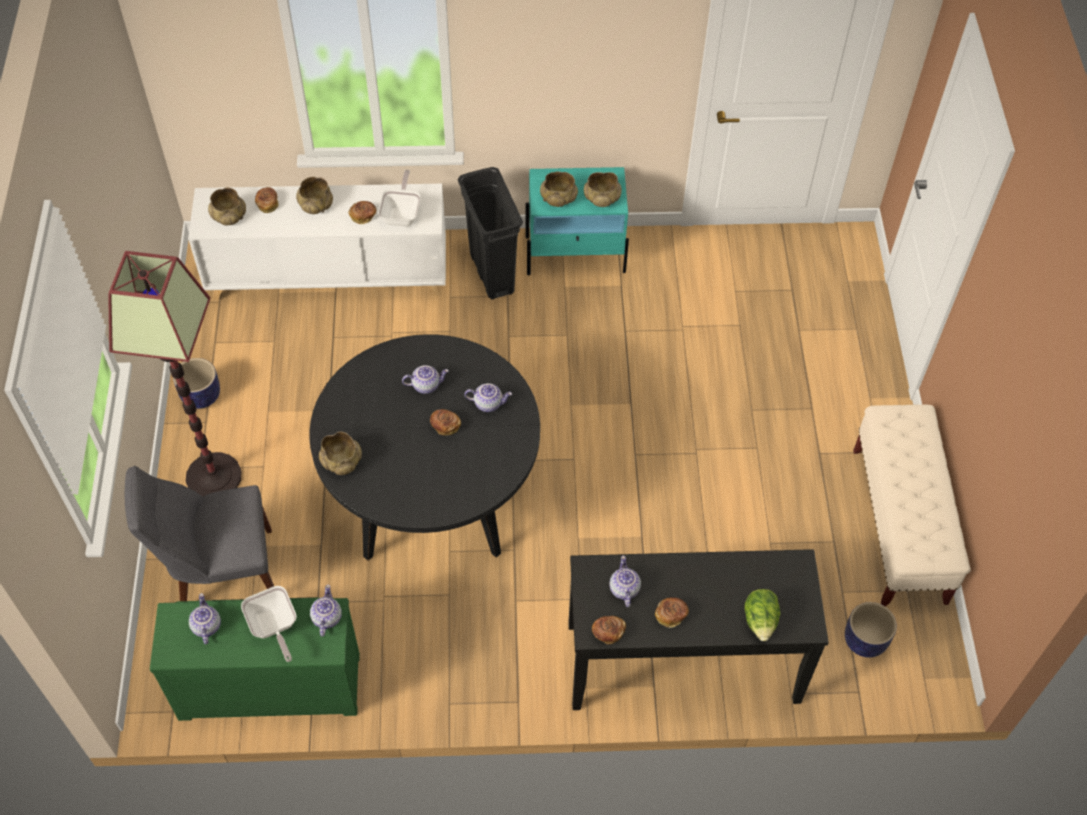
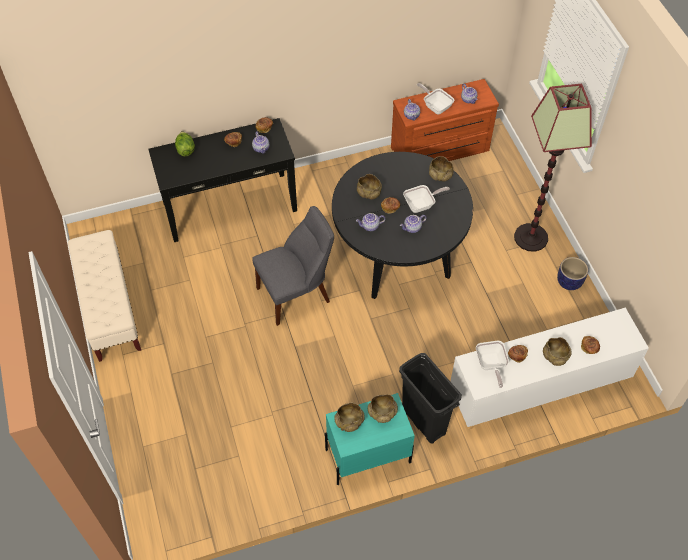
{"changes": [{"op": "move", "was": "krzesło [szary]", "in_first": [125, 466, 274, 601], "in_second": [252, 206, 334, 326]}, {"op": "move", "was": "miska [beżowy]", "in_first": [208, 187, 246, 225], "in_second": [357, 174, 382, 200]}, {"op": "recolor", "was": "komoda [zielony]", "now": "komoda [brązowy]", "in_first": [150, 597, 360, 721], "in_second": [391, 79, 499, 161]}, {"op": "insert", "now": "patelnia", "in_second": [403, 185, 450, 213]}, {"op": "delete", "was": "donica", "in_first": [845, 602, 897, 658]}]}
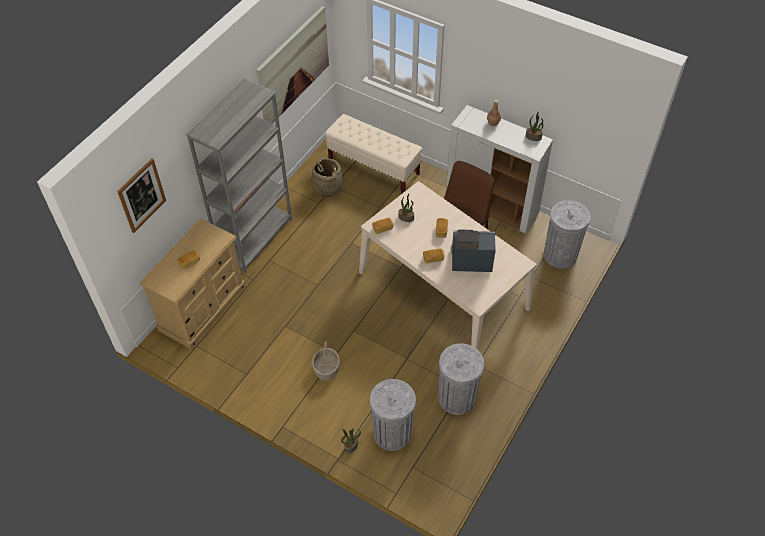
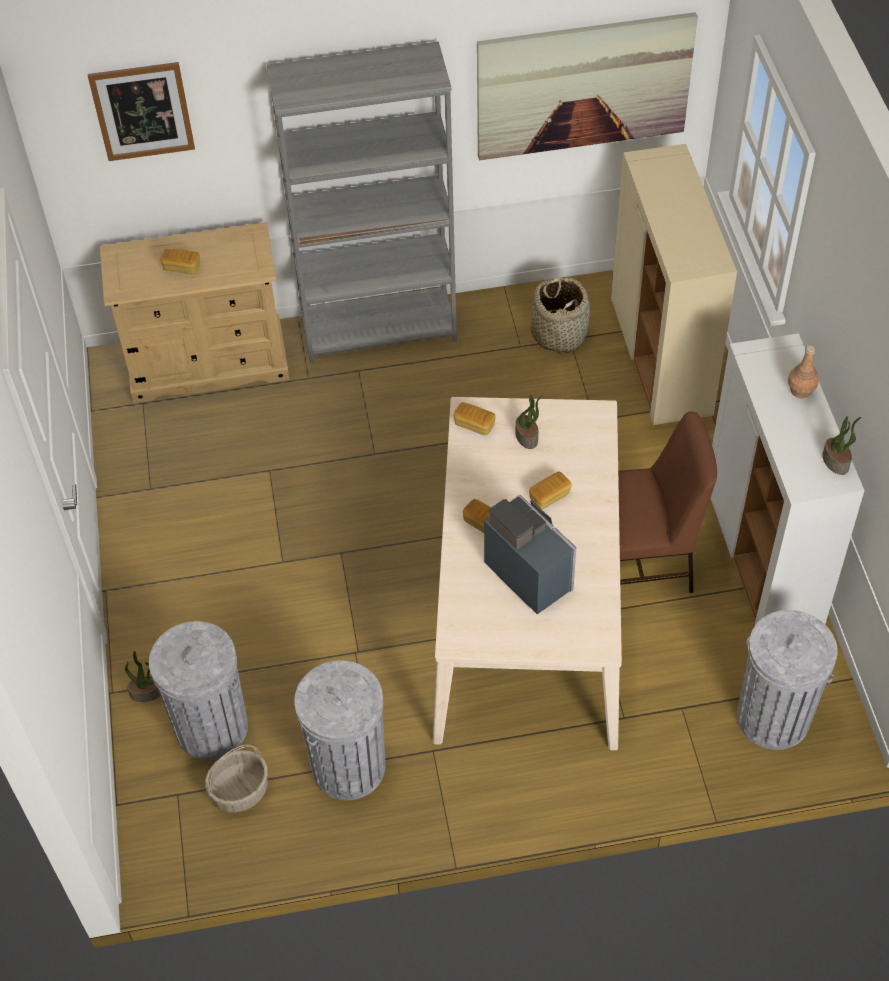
{"changes": [{"op": "move", "was": "koszyk", "in_first": [312, 341, 340, 380], "in_second": [205, 744, 268, 812]}, {"op": "replace", "was": "ławka [beżowy]", "now": "szafka [beżowy]", "in_first": [325, 114, 422, 193], "in_second": [611, 144, 737, 425]}]}
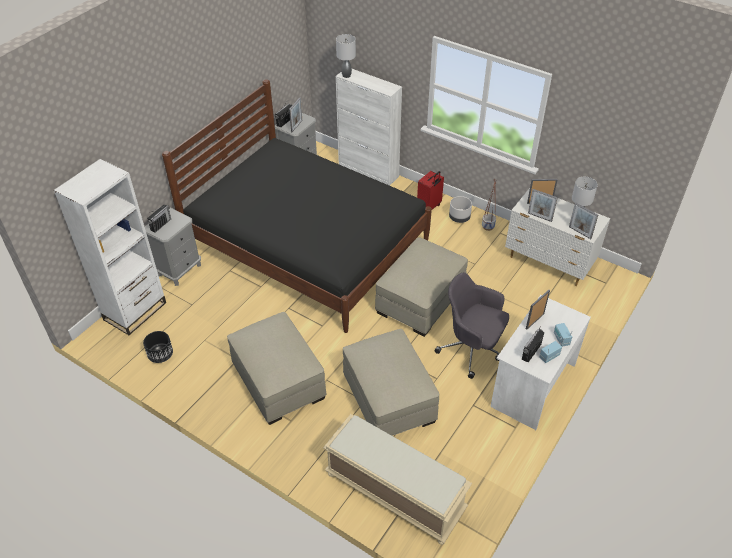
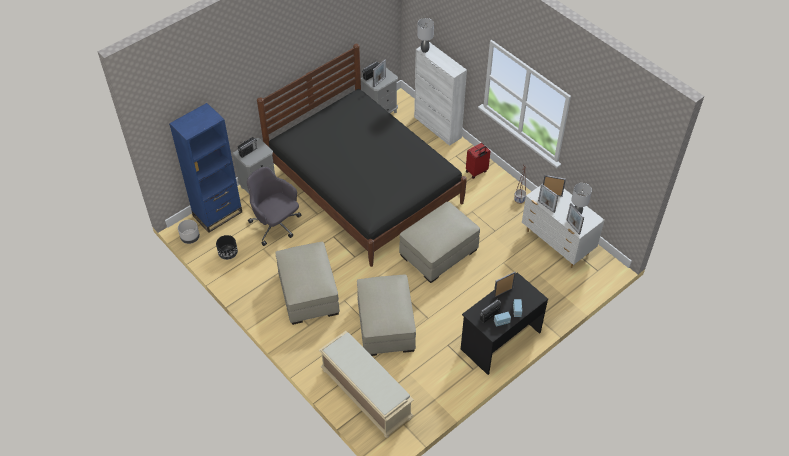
{"changes": [{"op": "recolor", "was": "regał [biały]", "now": "regał [niebieski]", "in_first": [54, 159, 166, 335], "in_second": [169, 103, 242, 233]}, {"op": "move", "was": "donica [szary]", "in_first": [449, 196, 472, 223], "in_second": [178, 220, 200, 244]}, {"op": "move", "was": "krzesło biurowe [szary]", "in_first": [435, 272, 509, 379], "in_second": [247, 167, 301, 246]}, {"op": "recolor", "was": "biurko [biały]", "now": "biurko [czarny]", "in_first": [490, 295, 591, 430], "in_second": [461, 272, 548, 375]}]}
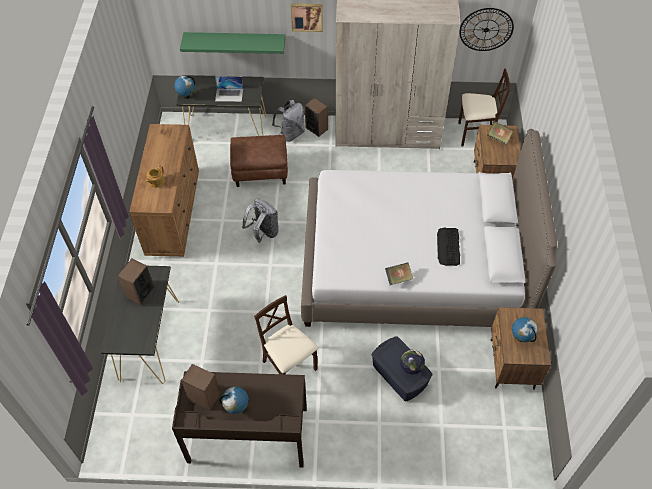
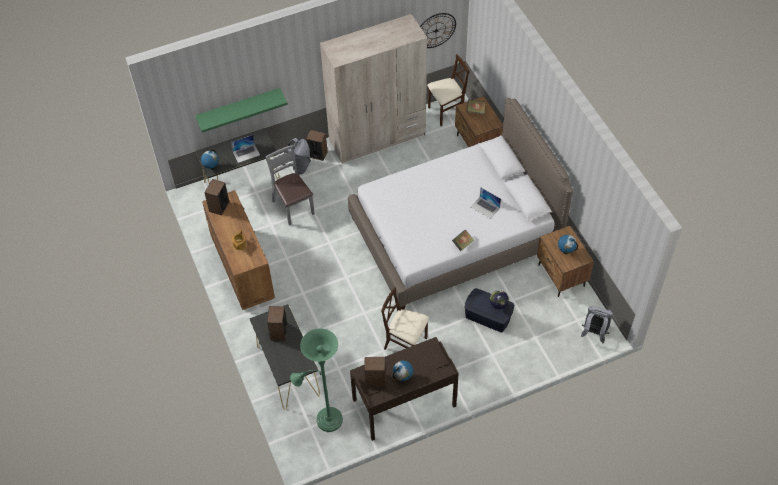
{"changes": [{"op": "insert", "now": "głośnik", "in_second": [204, 179, 229, 215]}, {"op": "replace", "was": "pufa [brązowy]", "now": "krzesło [szary]", "in_first": [230, 135, 288, 187], "in_second": [265, 145, 315, 226]}, {"op": "insert", "now": "lampa stojąca [zielony]", "in_second": [290, 328, 343, 432]}, {"op": "replace", "was": "klawiatura", "now": "laptop", "in_first": [437, 228, 460, 266], "in_second": [471, 187, 501, 219]}, {"op": "move", "was": "plecak [szary]", "in_first": [242, 198, 279, 243], "in_second": [581, 306, 613, 343]}, {"op": "delete", "was": "obraz", "in_first": [291, 3, 323, 32]}]}
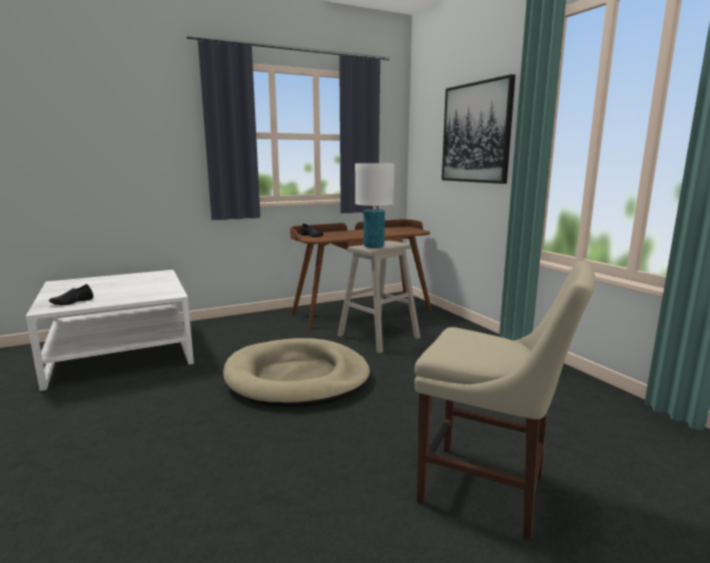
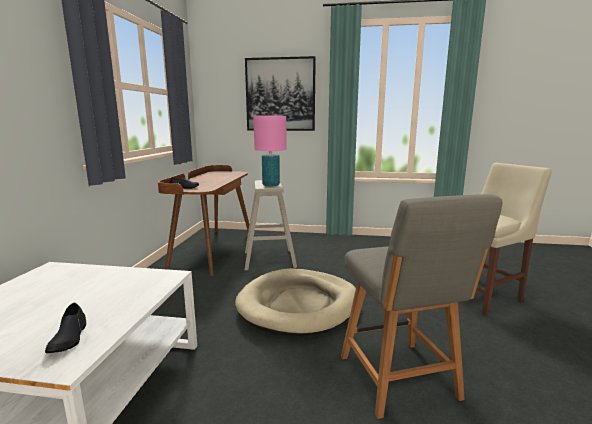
{"changes": [{"op": "recolor", "was": "lampa stołowa [biały]", "now": "lampa stołowa [różowy]", "in_first": [355, 163, 394, 248], "in_second": [253, 116, 286, 186]}, {"op": "insert", "now": "krzesło [szary]", "in_second": [341, 194, 502, 419]}]}
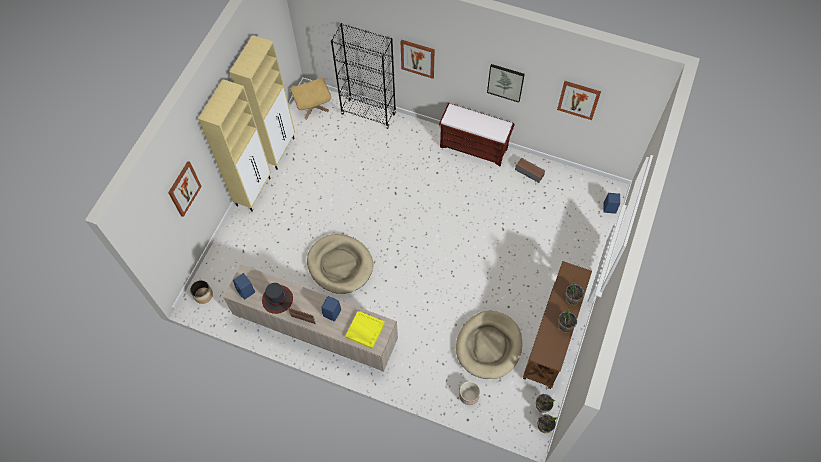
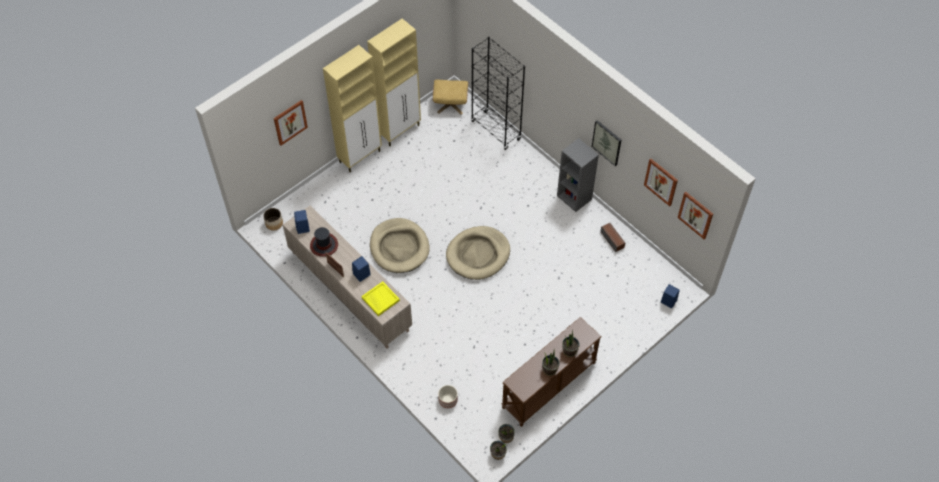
{"changes": [{"op": "move", "was": "legowisko [beżowy]", "in_first": [456, 311, 522, 379], "in_second": [446, 226, 510, 280]}, {"op": "replace", "was": "ławka [brązowy]", "now": "regał [szary]", "in_first": [439, 103, 515, 166], "in_second": [557, 138, 599, 212]}, {"op": "move", "was": "obraz", "in_first": [400, 39, 435, 79], "in_second": [677, 192, 713, 239]}]}
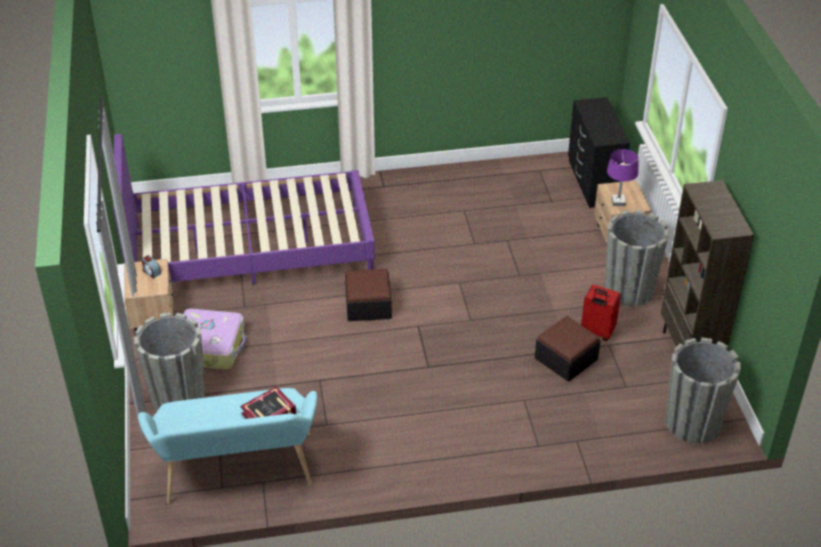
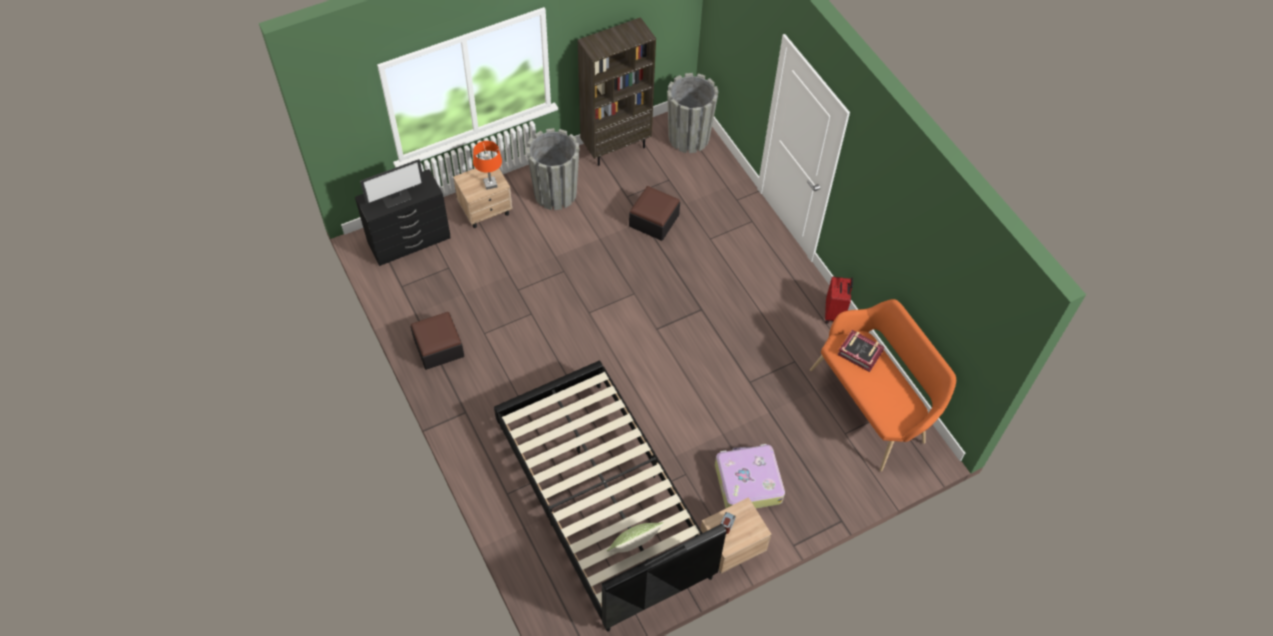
{"changes": [{"op": "insert", "now": "monitor", "in_second": [360, 159, 424, 208]}, {"op": "move", "was": "pufa", "in_first": [345, 269, 392, 321], "in_second": [410, 312, 464, 370]}, {"op": "recolor", "was": "lampa stołowa [fioletowy]", "now": "lampa stołowa [pomarańczowy]", "in_first": [607, 149, 639, 206], "in_second": [473, 141, 502, 190]}, {"op": "recolor", "was": "łóżko [fioletowy]", "now": "łóżko [czarny]", "in_first": [113, 134, 375, 284], "in_second": [494, 361, 726, 632]}, {"op": "insert", "now": "poduszka", "in_second": [607, 522, 664, 552]}, {"op": "recolor", "was": "ławka [turkusowy]", "now": "ławka [pomarańczowy]", "in_first": [138, 388, 317, 505], "in_second": [810, 299, 956, 472]}, {"op": "move", "was": "walizka [czerwony]", "in_first": [581, 285, 621, 341], "in_second": [825, 277, 853, 324]}, {"op": "delete", "was": "donica [szary]", "in_first": [134, 313, 205, 411]}]}
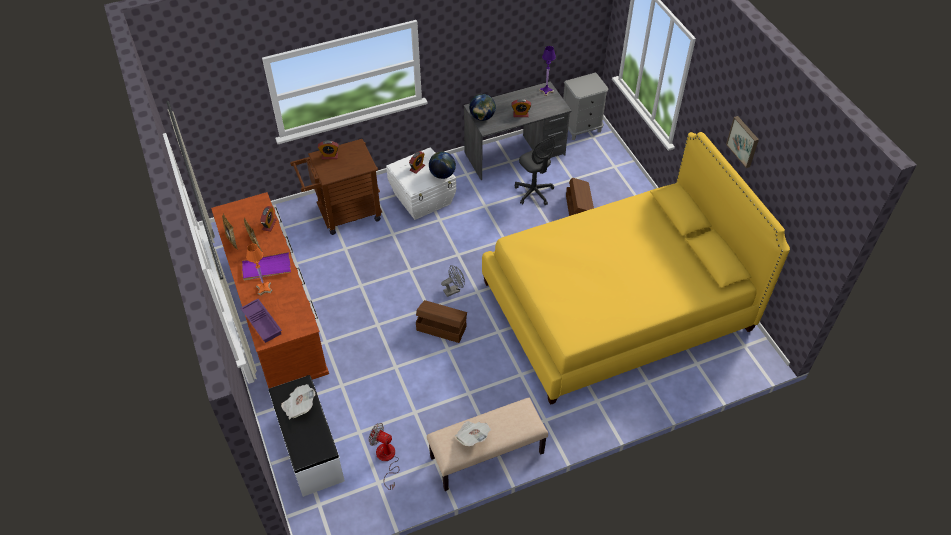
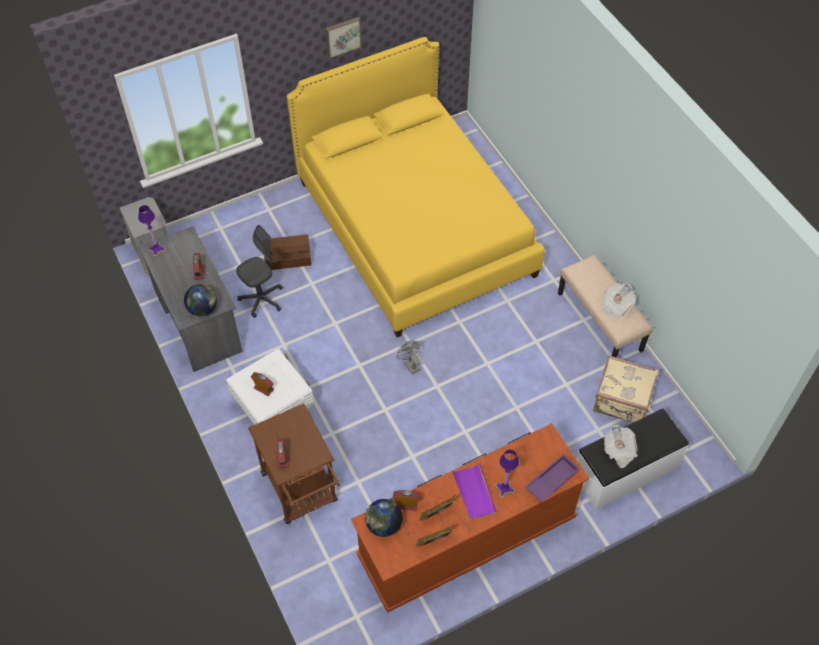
{"changes": [{"op": "move", "was": "globus", "in_first": [429, 152, 456, 179], "in_second": [365, 499, 403, 537]}, {"op": "recolor", "was": "lampa stołowa [pomarańczowy]", "now": "lampa stołowa [fioletowy]", "in_first": [246, 244, 272, 296], "in_second": [495, 450, 519, 498]}, {"op": "replace", "was": "wentylator", "now": "walizka [beżowy]", "in_first": [369, 423, 399, 490], "in_second": [593, 356, 659, 423]}, {"op": "delete", "was": "pojemnik do przechowywania [brązowy]", "in_first": [416, 300, 467, 343]}]}
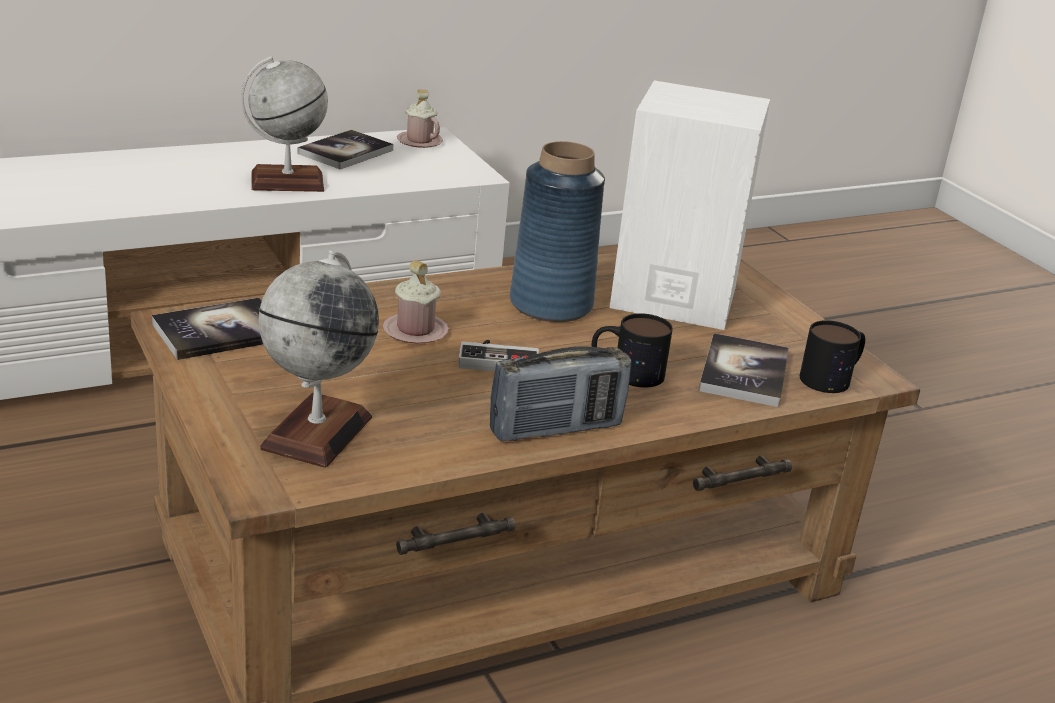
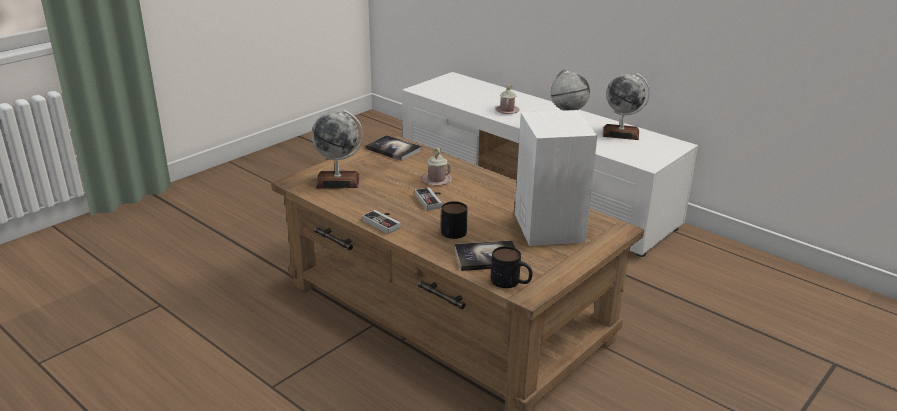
{"changes": [{"op": "replace", "was": "radio", "now": "pad do gier", "in_first": [490, 346, 631, 442], "in_second": [362, 210, 401, 234]}, {"op": "move", "was": "kubek [różowy]", "in_first": [397, 89, 443, 148], "in_second": [496, 84, 519, 114]}, {"op": "replace", "was": "książka", "now": "globus", "in_first": [298, 130, 393, 169], "in_second": [603, 73, 650, 140]}, {"op": "delete", "was": "wazon [niebieski]", "in_first": [510, 141, 605, 322]}]}
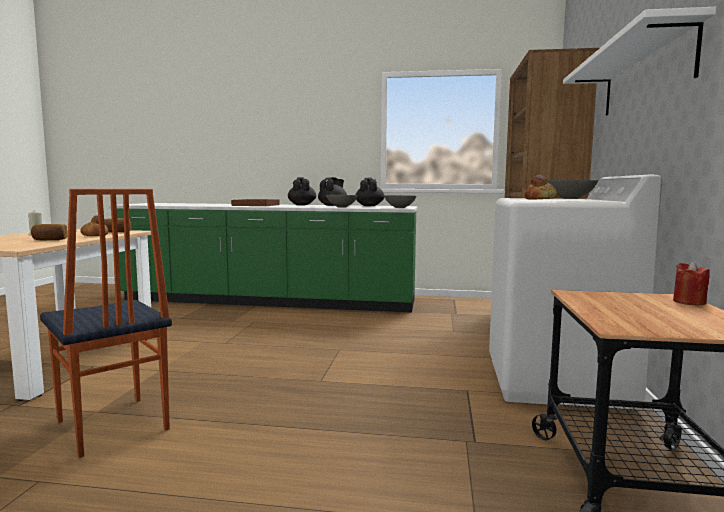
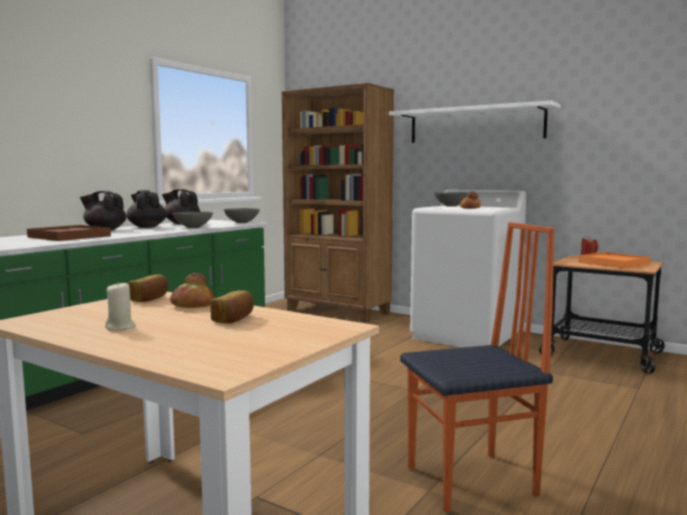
{"changes": [{"op": "insert", "now": "taca [pomarańczowy]", "in_second": [578, 252, 651, 269]}]}
